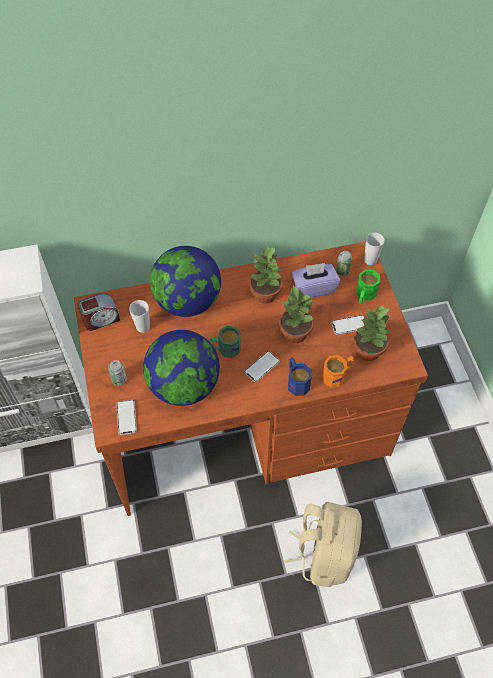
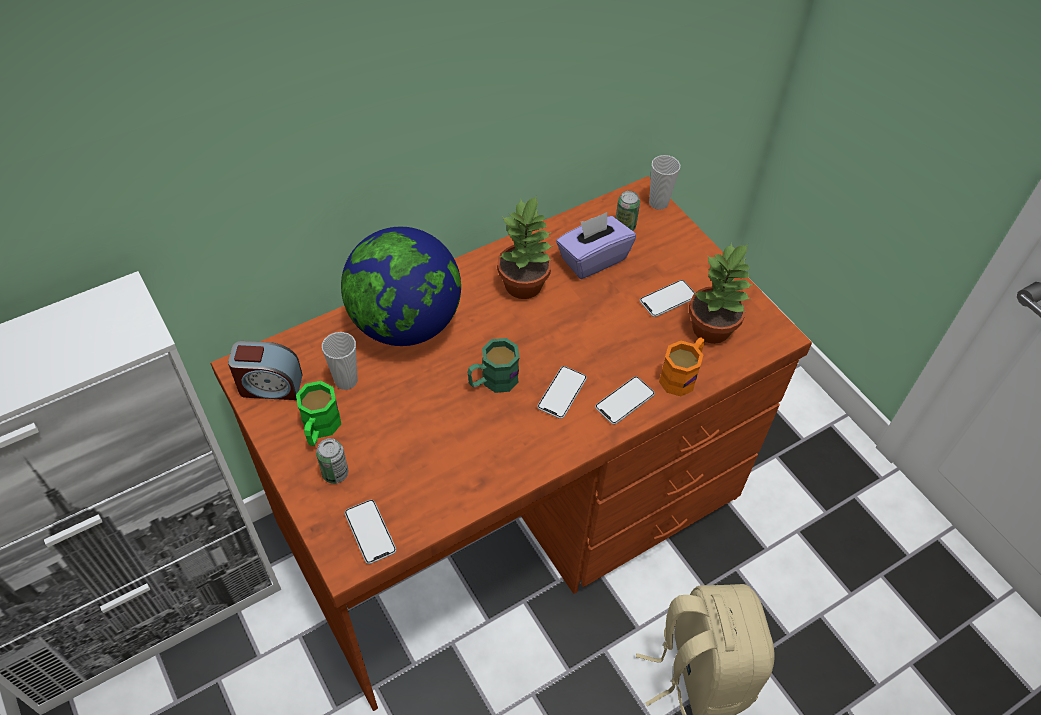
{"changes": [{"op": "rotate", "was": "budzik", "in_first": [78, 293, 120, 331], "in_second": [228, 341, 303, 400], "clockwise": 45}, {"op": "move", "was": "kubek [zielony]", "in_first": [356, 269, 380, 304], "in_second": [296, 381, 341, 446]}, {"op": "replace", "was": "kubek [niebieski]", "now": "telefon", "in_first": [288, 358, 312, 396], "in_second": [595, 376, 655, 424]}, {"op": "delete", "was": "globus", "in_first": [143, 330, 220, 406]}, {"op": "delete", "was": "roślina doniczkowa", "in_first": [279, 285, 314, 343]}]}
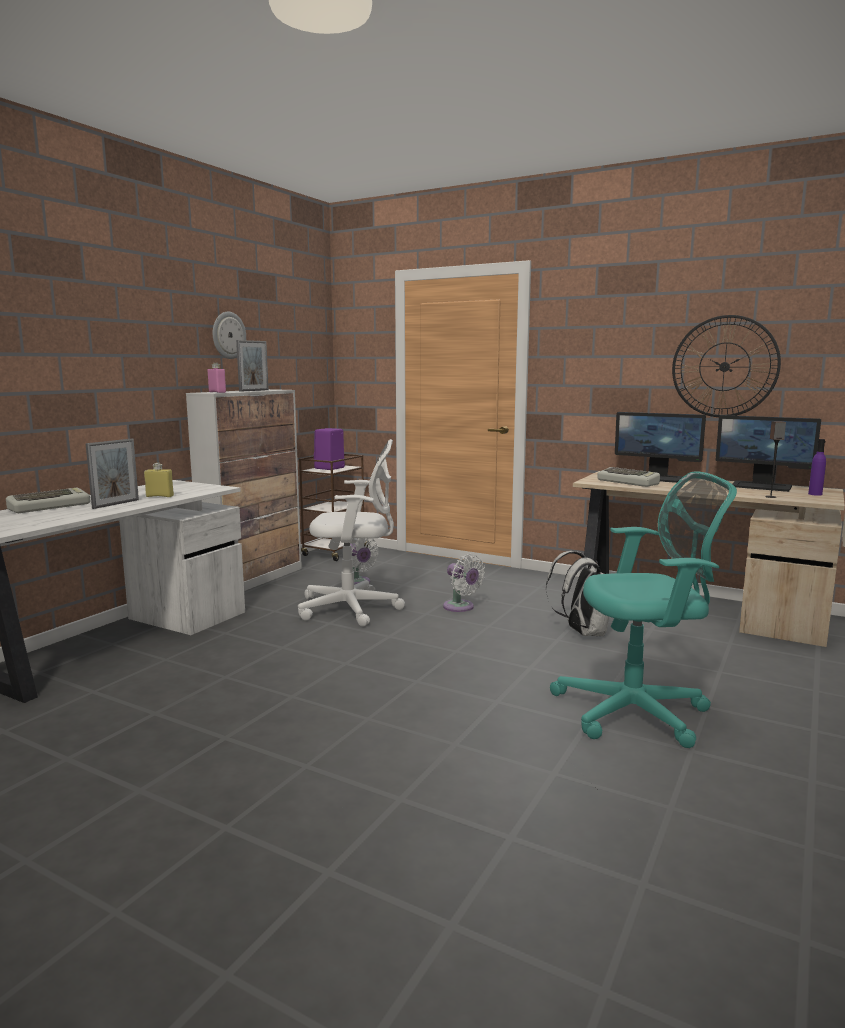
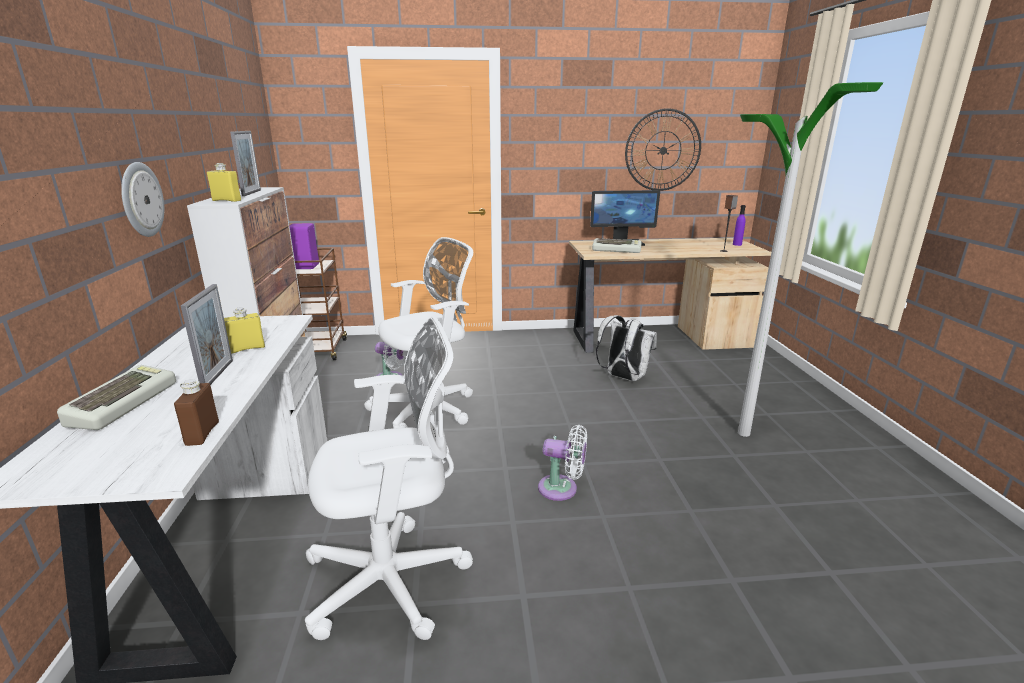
{"changes": [{"op": "move", "was": "zegar ścienny", "in_first": [213, 312, 246, 359], "in_second": [121, 162, 164, 237]}, {"op": "insert", "now": "butelka [brązowy]", "in_second": [174, 379, 219, 446]}, {"op": "recolor", "was": "butelka [różowy]", "now": "butelka [żółty]", "in_first": [208, 363, 226, 393], "in_second": [207, 163, 241, 202]}, {"op": "insert", "now": "krzesło biurowe [biały]", "in_second": [305, 317, 473, 640]}, {"op": "move", "was": "wentylator [biały]", "in_first": [443, 554, 485, 612], "in_second": [538, 425, 587, 501]}, {"op": "replace", "was": "krzesło biurowe [turkusowy]", "now": "lampa stojąca", "in_first": [550, 471, 737, 748], "in_second": [738, 82, 883, 437]}, {"op": "delete", "was": "monitor", "in_first": [716, 415, 821, 492]}]}
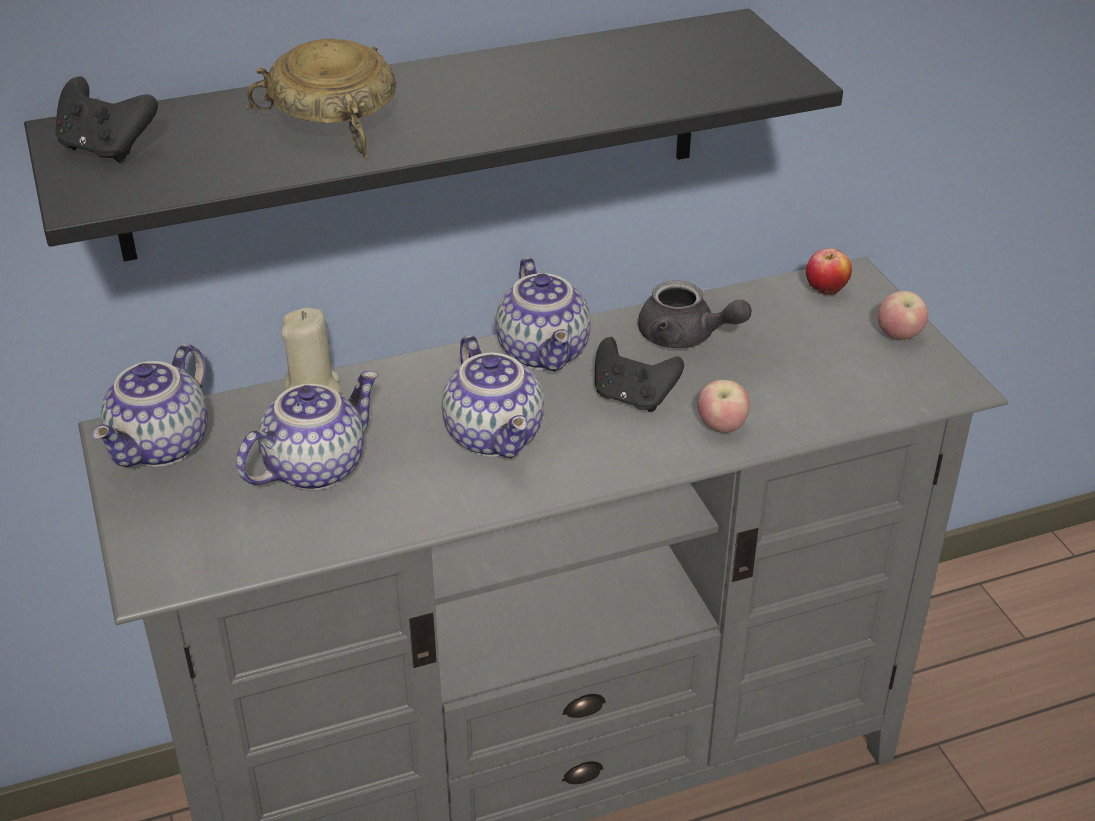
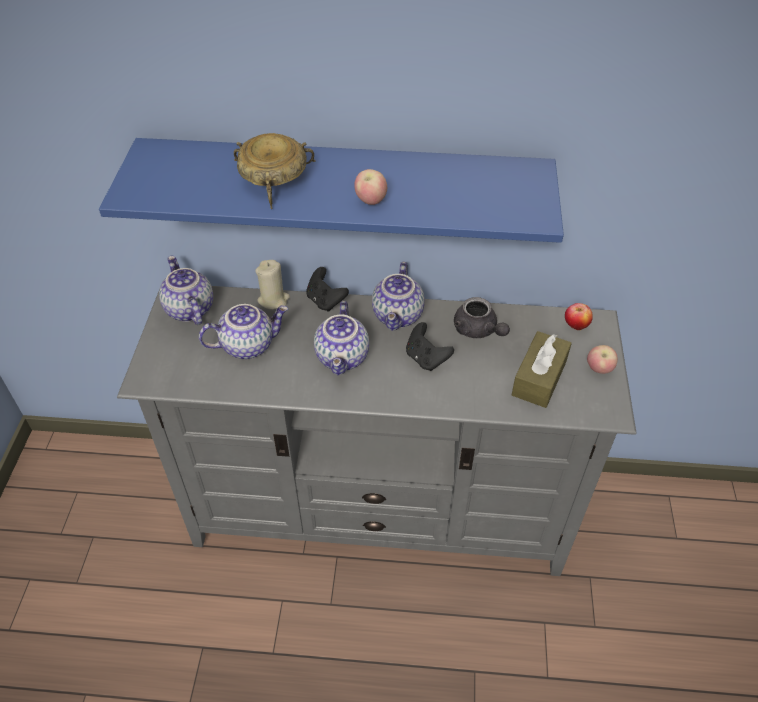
{"changes": [{"op": "recolor", "was": "półka [czarny]", "now": "półka [niebieski]", "in_first": [24, 8, 843, 261], "in_second": [99, 138, 564, 243]}, {"op": "rotate", "was": "imbryk", "in_first": [92, 344, 208, 467], "in_second": [159, 256, 213, 325], "clockwise": 105}, {"op": "move", "was": "pad do gier [czarny]", "in_first": [55, 76, 158, 163], "in_second": [306, 267, 349, 312]}, {"op": "move", "was": "jabłko", "in_first": [697, 380, 750, 433], "in_second": [354, 169, 387, 205]}, {"op": "insert", "now": "pudełko chusteczek [brązowy]", "in_second": [512, 331, 572, 408]}]}
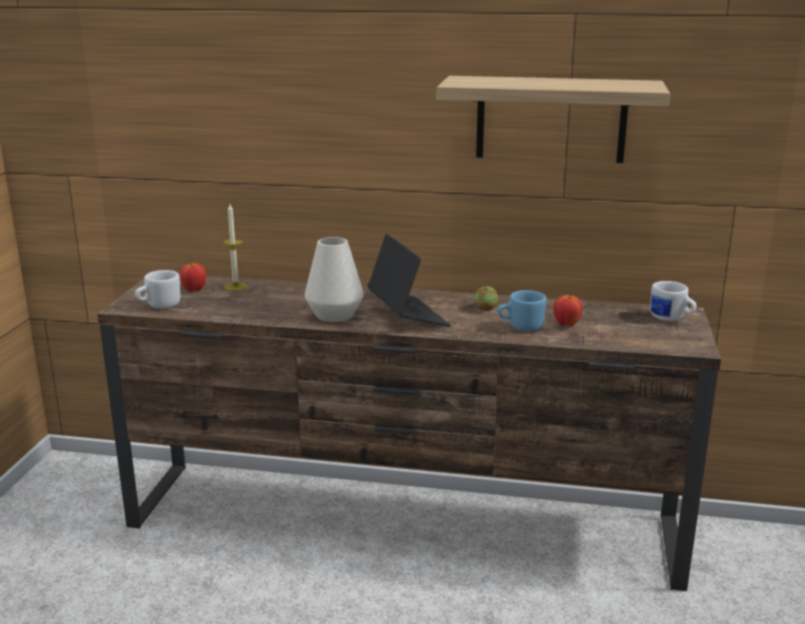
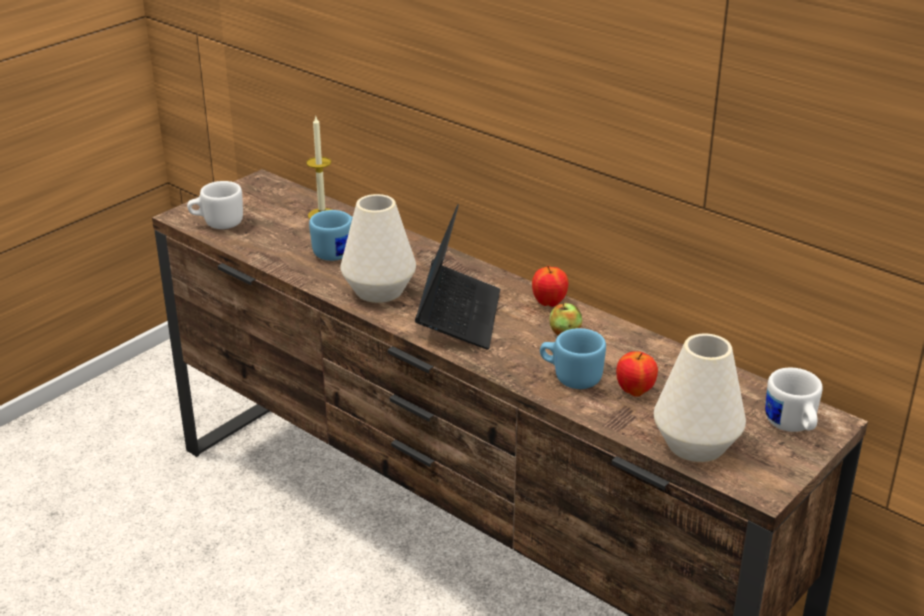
{"changes": [{"op": "insert", "now": "kubek [niebieski]", "in_second": [309, 210, 353, 261]}, {"op": "move", "was": "jabłko", "in_first": [180, 261, 206, 292], "in_second": [532, 266, 568, 307]}, {"op": "insert", "now": "wazon [biały]", "in_second": [654, 333, 746, 462]}, {"op": "delete", "was": "półka", "in_first": [437, 76, 670, 163]}]}
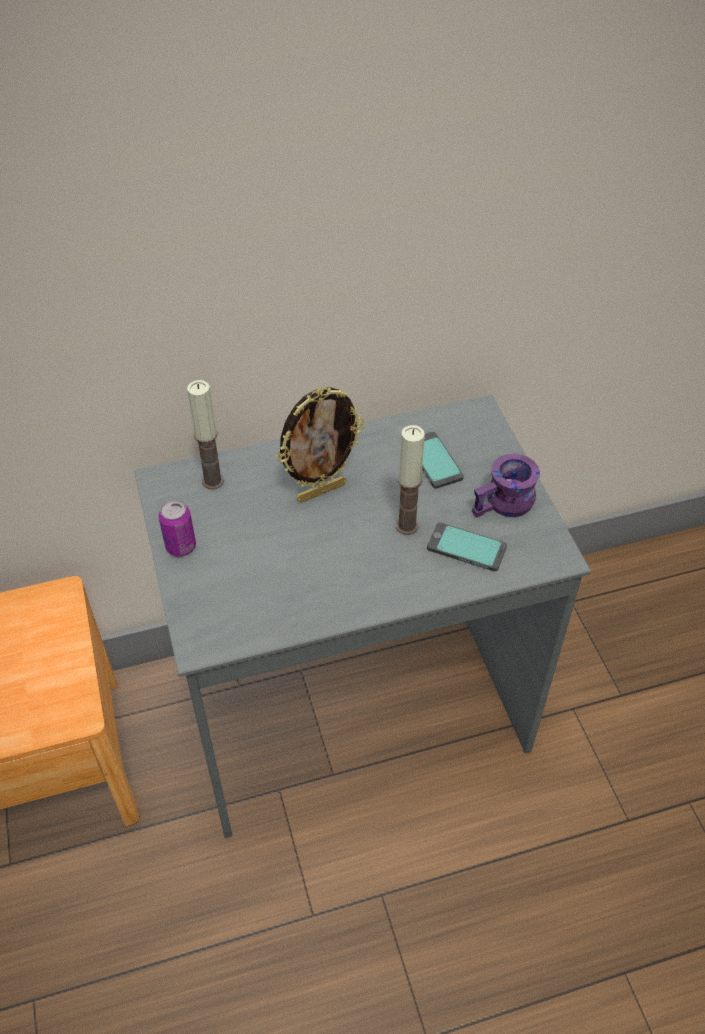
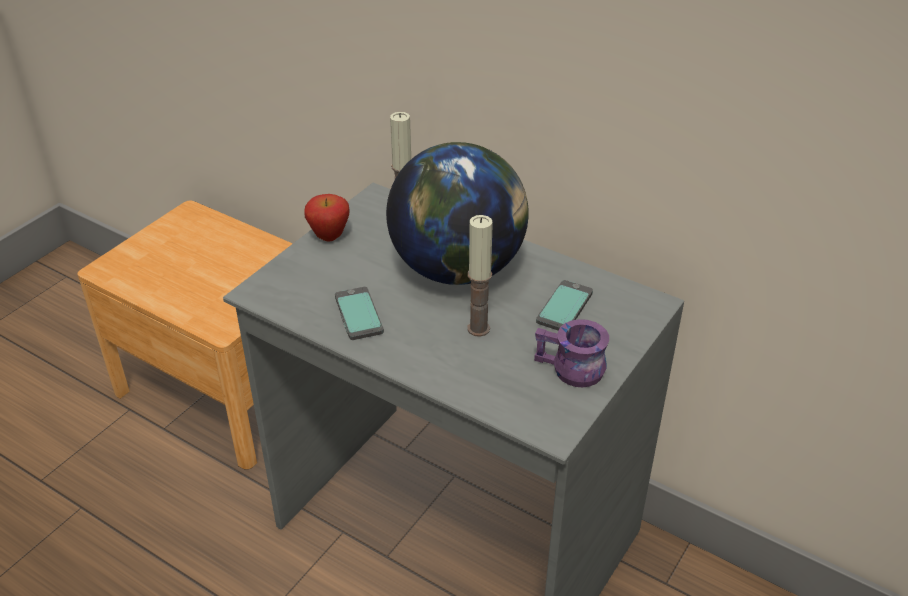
{"changes": [{"op": "replace", "was": "puszka", "now": "jabłko", "in_first": [158, 499, 196, 557], "in_second": [304, 194, 350, 241]}, {"op": "move", "was": "telefon", "in_first": [427, 523, 507, 571], "in_second": [335, 287, 384, 340]}, {"op": "replace", "was": "ramka na zdjęcie", "now": "globus", "in_first": [276, 387, 364, 503], "in_second": [386, 142, 529, 285]}]}
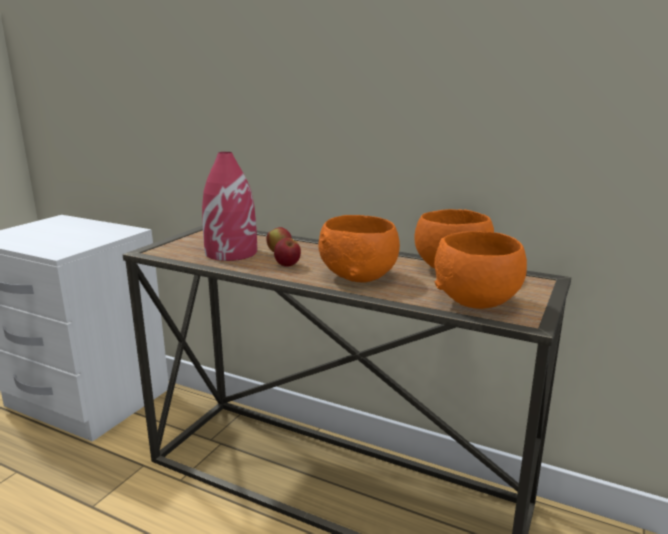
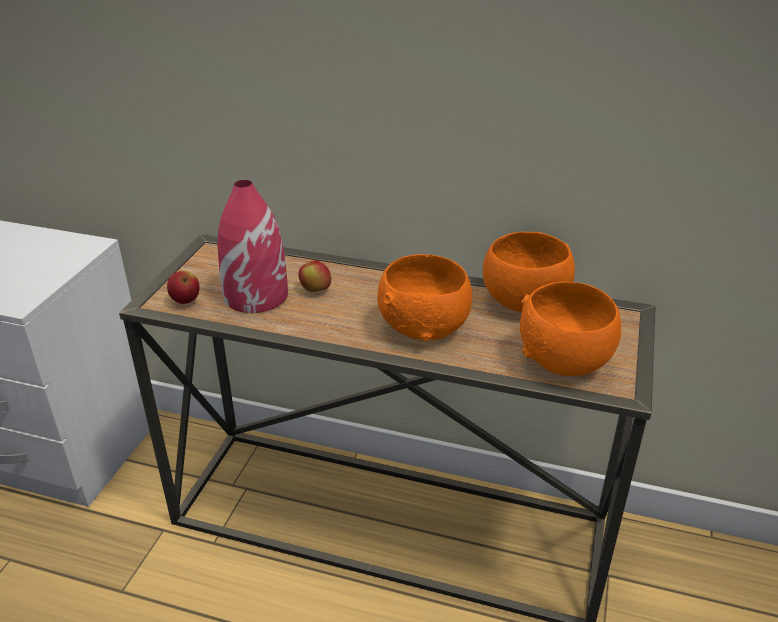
{"changes": [{"op": "move", "was": "jabłko", "in_first": [274, 238, 301, 267], "in_second": [167, 271, 200, 304]}]}
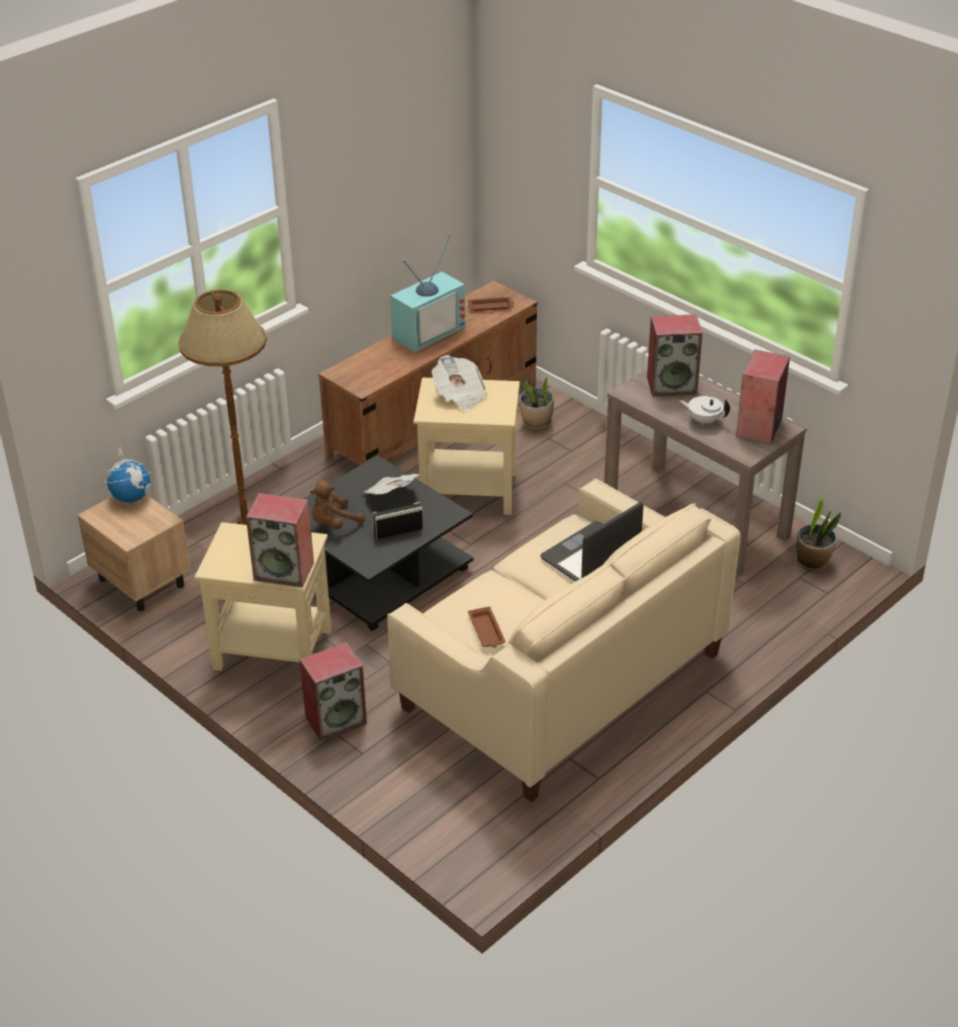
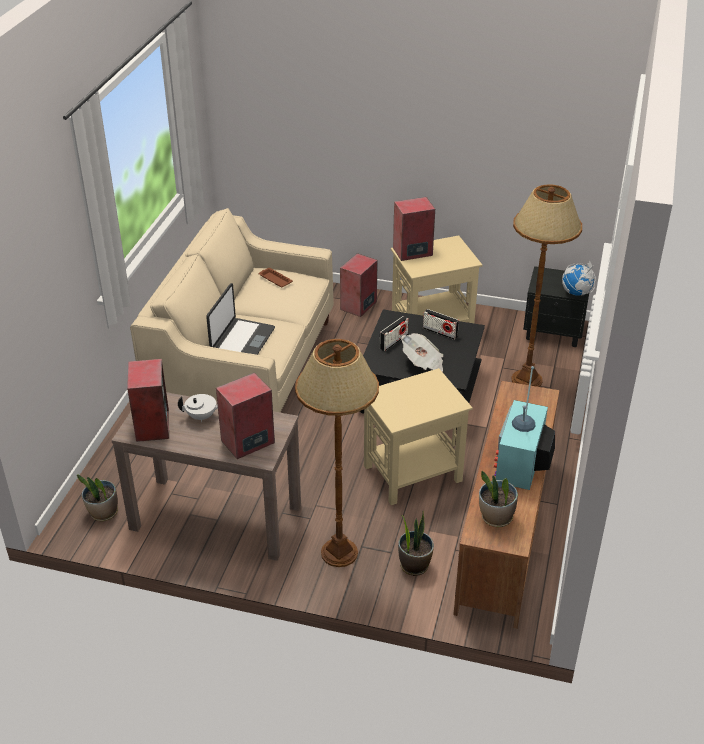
{"changes": [{"op": "insert", "now": "lampa stojąca [brązowy]", "in_second": [295, 339, 379, 567]}, {"op": "replace", "was": "pluszak [brązowy]", "now": "radio", "in_first": [310, 480, 365, 530], "in_second": [423, 309, 459, 340]}, {"op": "replace", "was": "taca [brązowy]", "now": "roślina doniczkowa", "in_first": [468, 297, 514, 311], "in_second": [479, 471, 518, 527]}, {"op": "recolor", "was": "szafka nocna [beżowy]", "now": "szafka nocna [czarny]", "in_first": [77, 495, 191, 612], "in_second": [523, 266, 590, 347]}, {"op": "delete", "was": "gazeta", "in_first": [432, 355, 488, 412]}]}
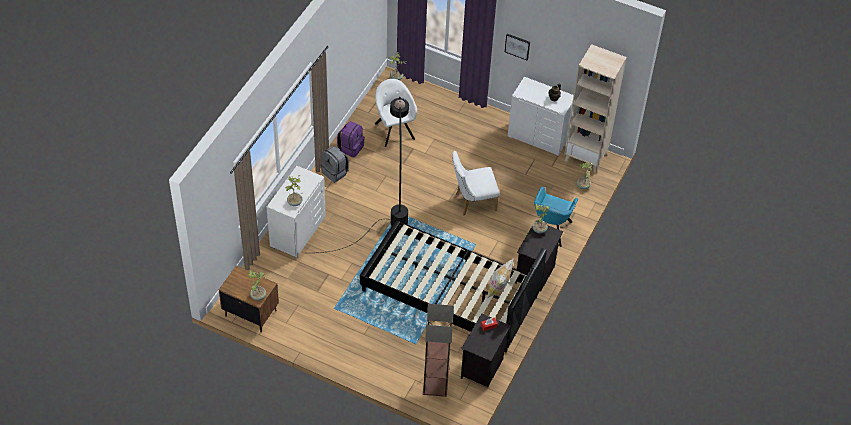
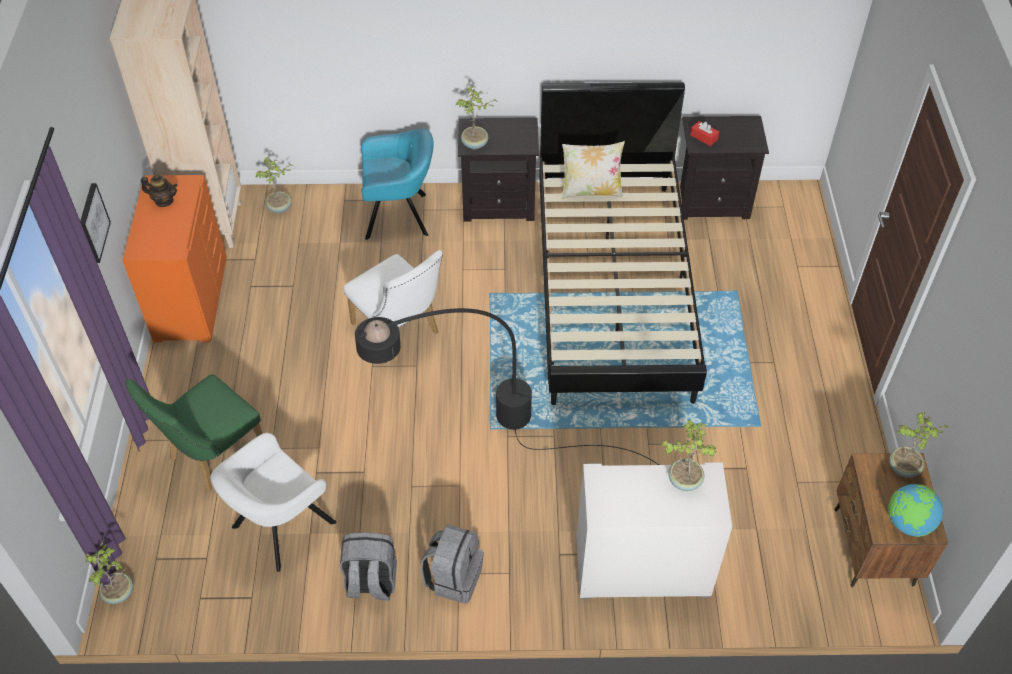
{"changes": [{"op": "recolor", "was": "komoda [biały]", "now": "komoda [pomarańczowy]", "in_first": [508, 77, 574, 156], "in_second": [122, 175, 227, 343]}, {"op": "insert", "now": "krzesło [zielony]", "in_second": [125, 374, 263, 492]}, {"op": "recolor", "was": "plecak [fioletowy]", "now": "plecak [szary]", "in_first": [337, 121, 365, 158], "in_second": [340, 532, 397, 600]}, {"op": "insert", "now": "globus", "in_second": [888, 484, 943, 537]}, {"op": "delete", "was": "lampa stojąca", "in_first": [423, 304, 454, 397]}]}
